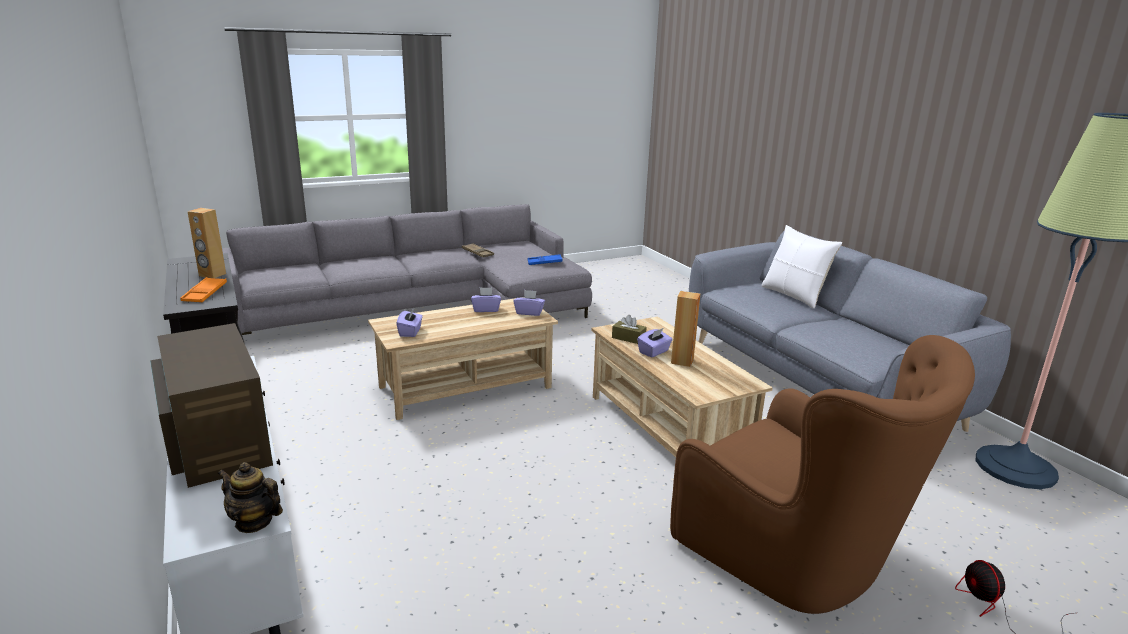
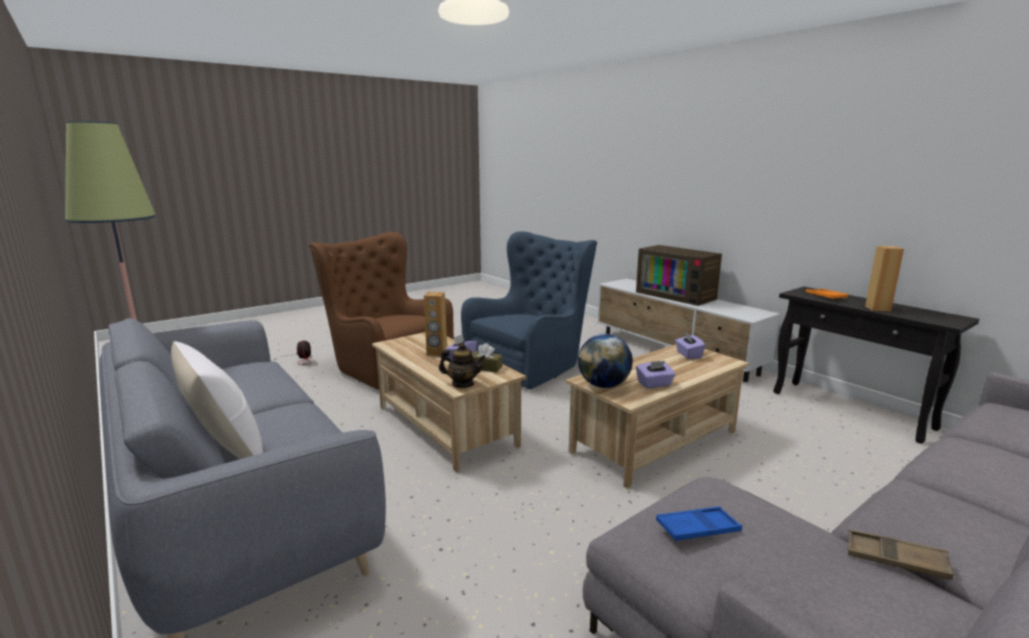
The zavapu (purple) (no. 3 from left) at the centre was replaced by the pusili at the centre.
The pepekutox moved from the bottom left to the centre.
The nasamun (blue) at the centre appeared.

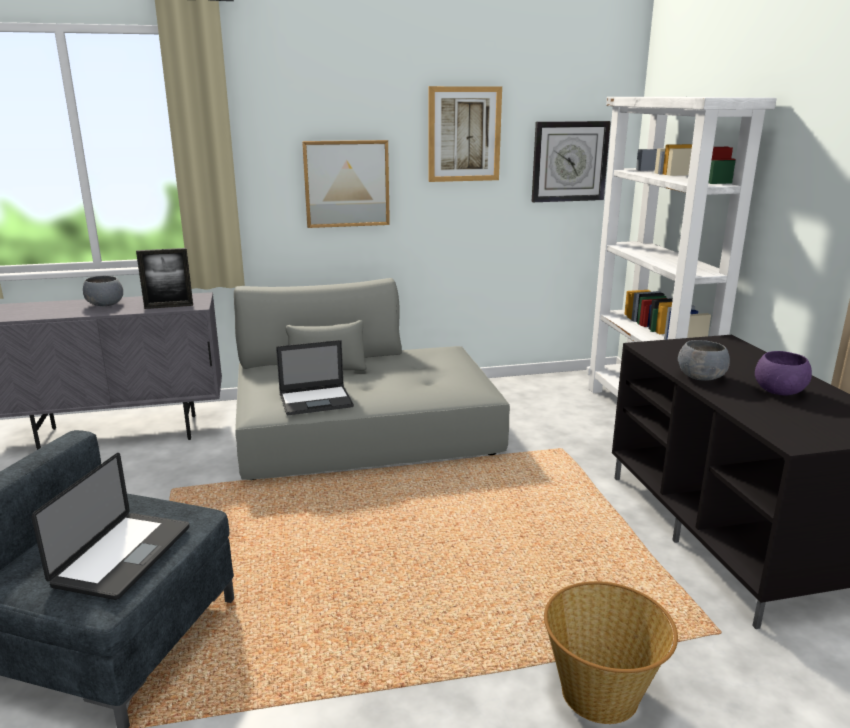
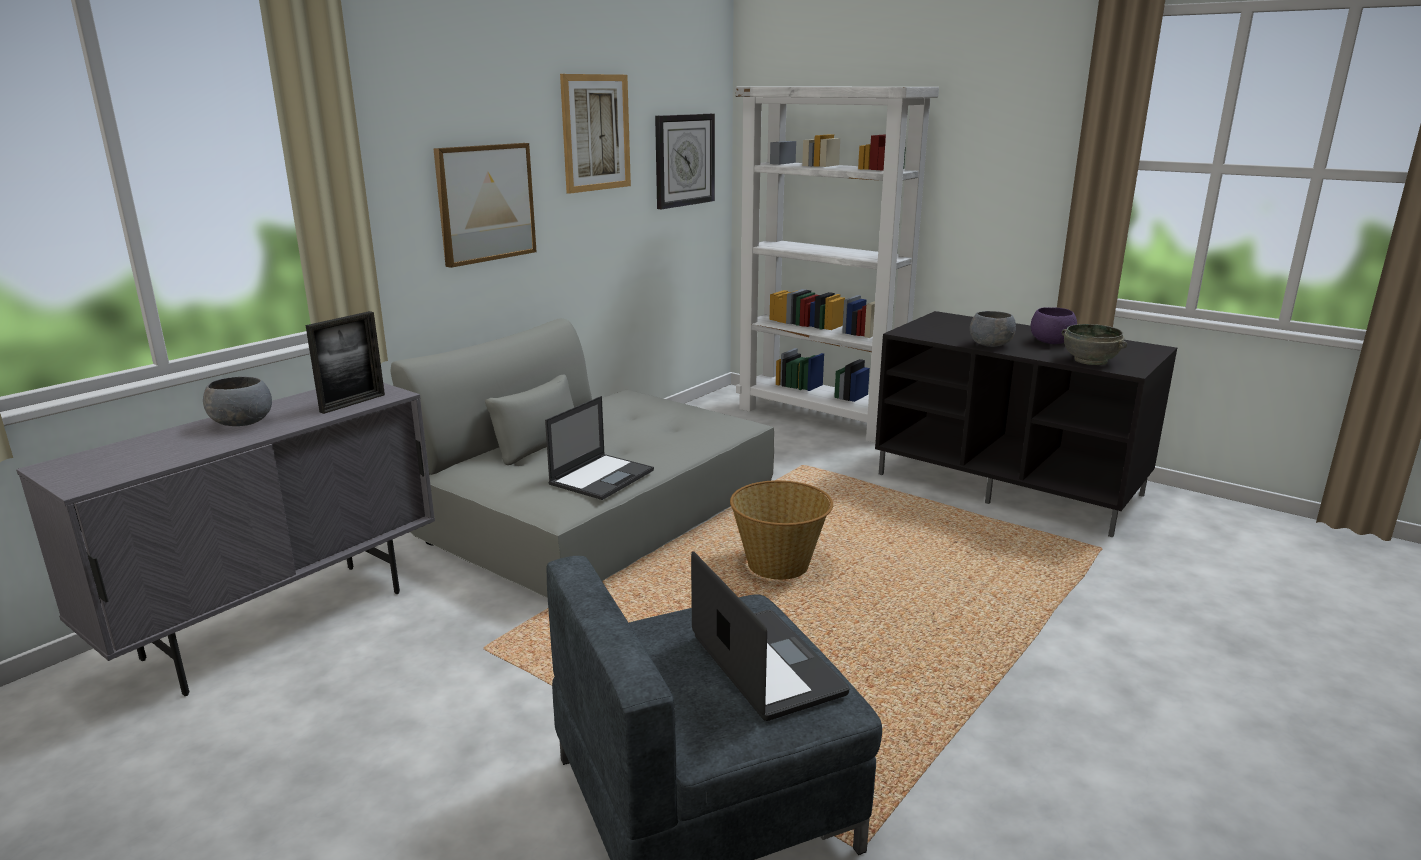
The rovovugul moved from the bottom right to the centre.
The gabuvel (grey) (no. 3 from left) at the middle right appeared.

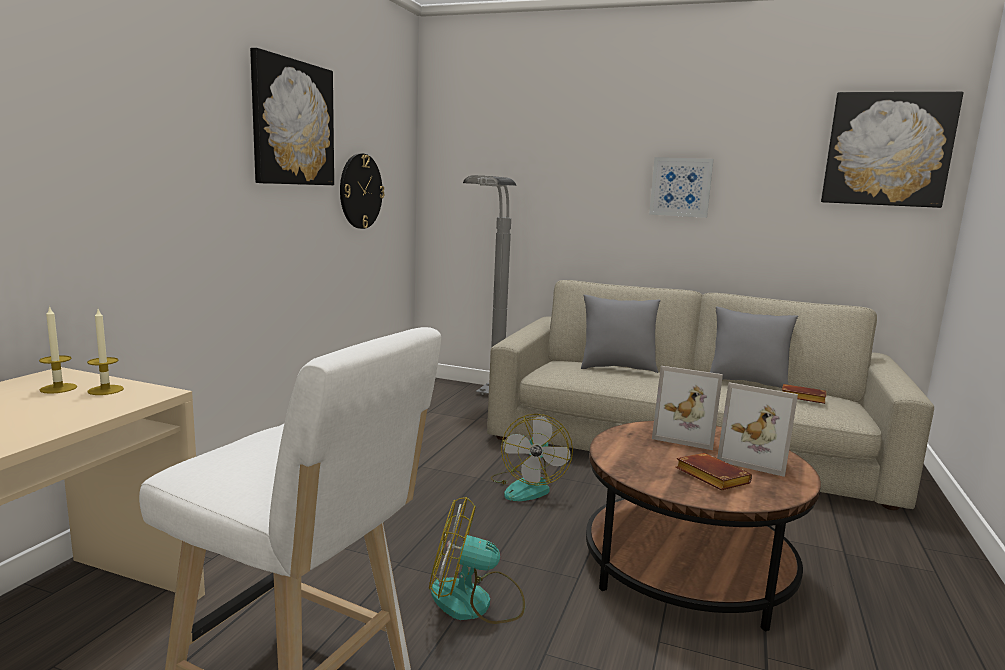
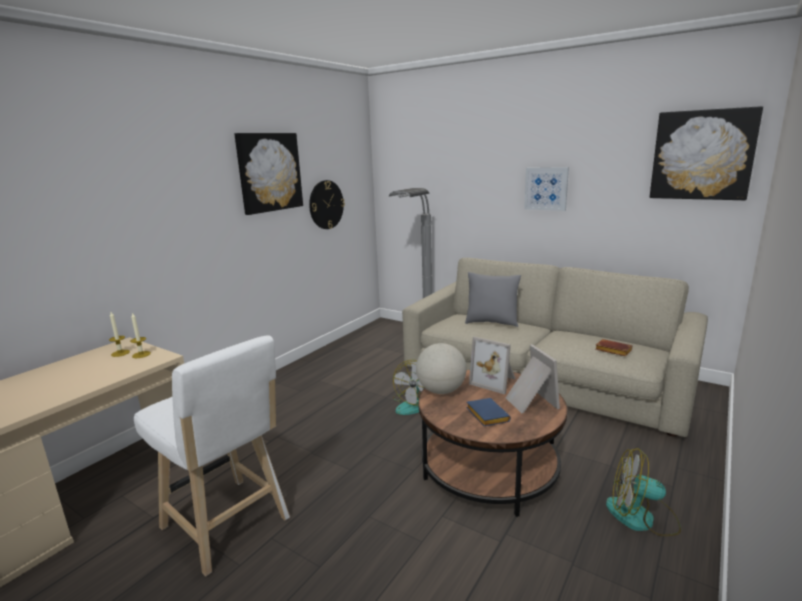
The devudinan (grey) (no. 2 from left) at the middle right disappeared.
The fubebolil (no. 2 from left) at the middle right turned 150 degrees counterclockwise.
The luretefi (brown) (no. 1 from left) at the bottom right became the luretefi (blue) at the bottom centre.
The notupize (no. 1 from left in the first image) moved from the bottom centre to the bottom right.
The pusili at the centre appeared.

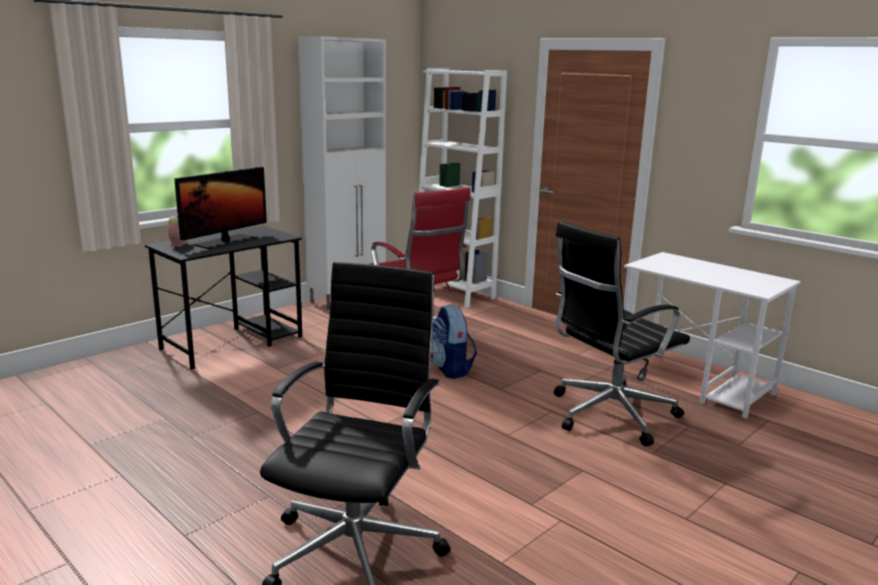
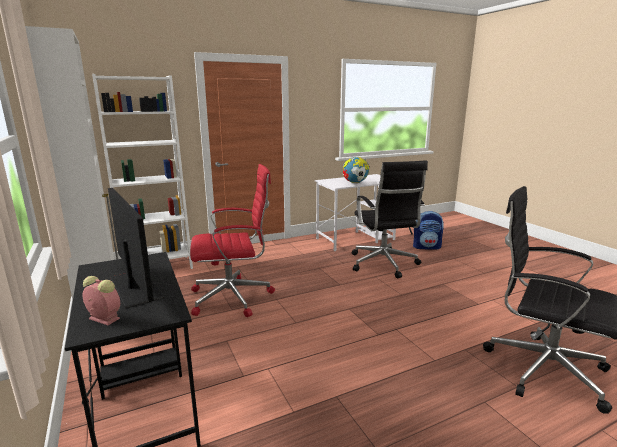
The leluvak moved from the centre to the middle right.
The pusili at the centre appeared.

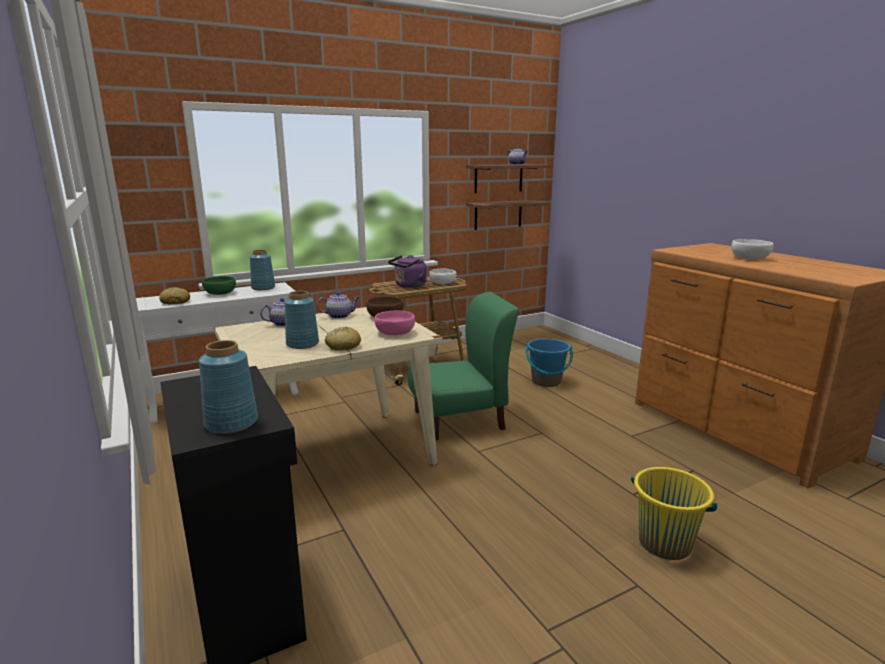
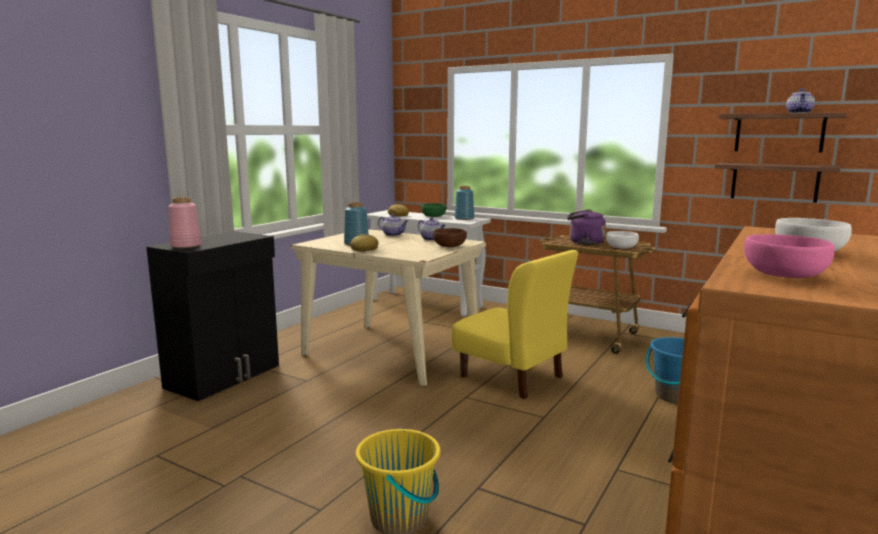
The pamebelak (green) at the centre became the pamebelak (yellow) at the centre.
The gabuvel (pink) moved from the centre to the middle right.
The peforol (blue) (no. 1 from left) at the middle left became the peforol (pink) at the middle left.

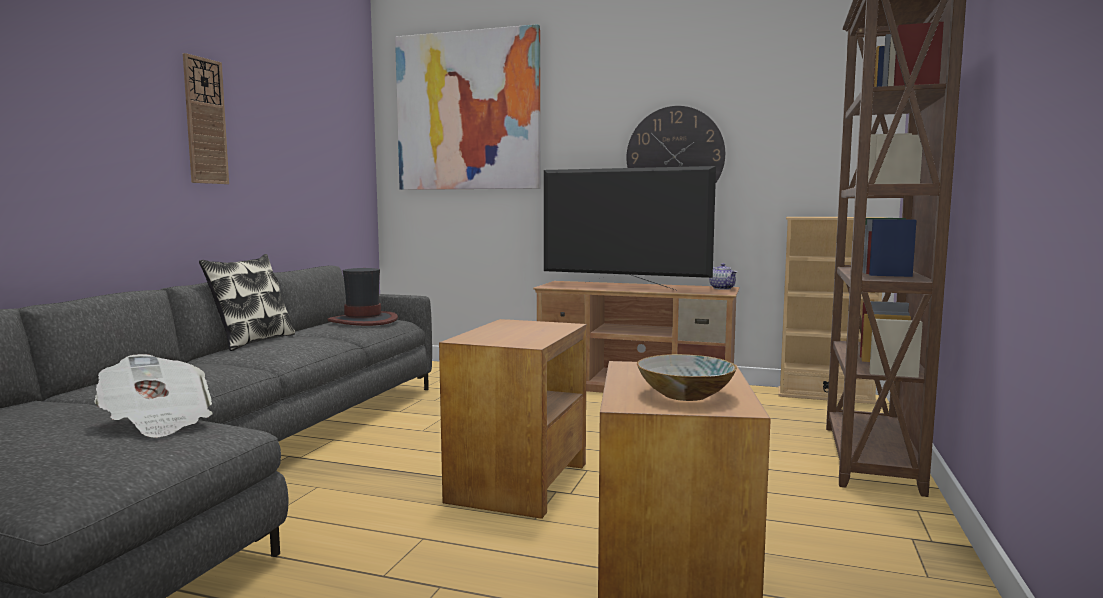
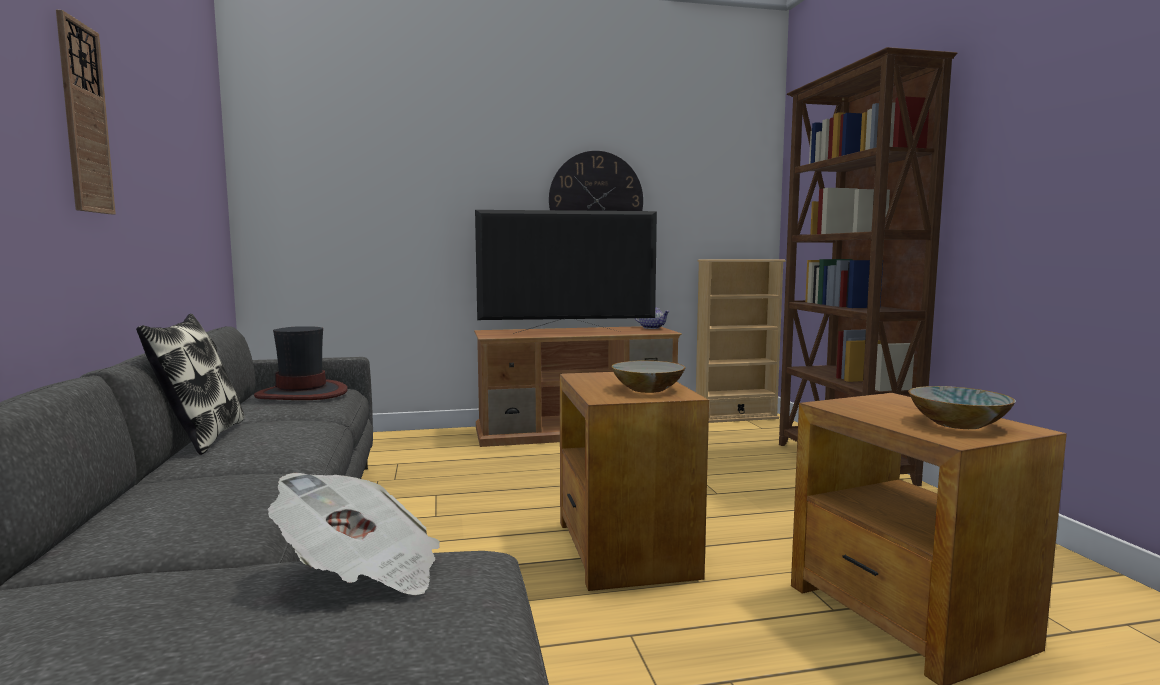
The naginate at the top centre disappeared.
The gabuvel (no. 1 from left) at the centre appeared.

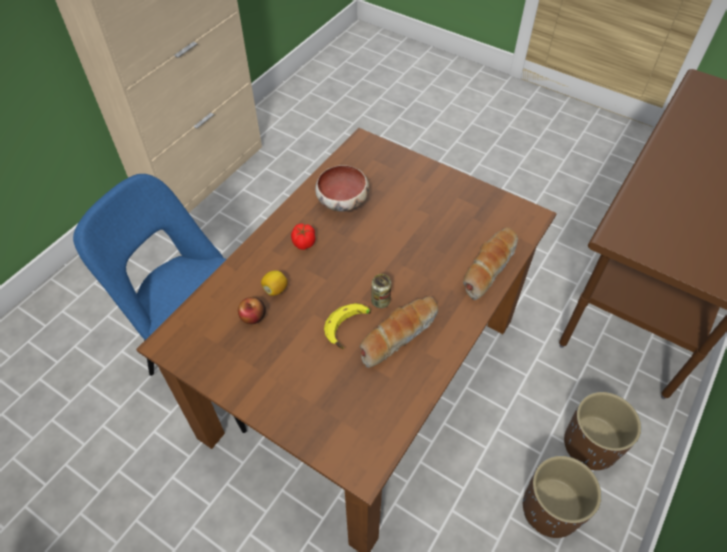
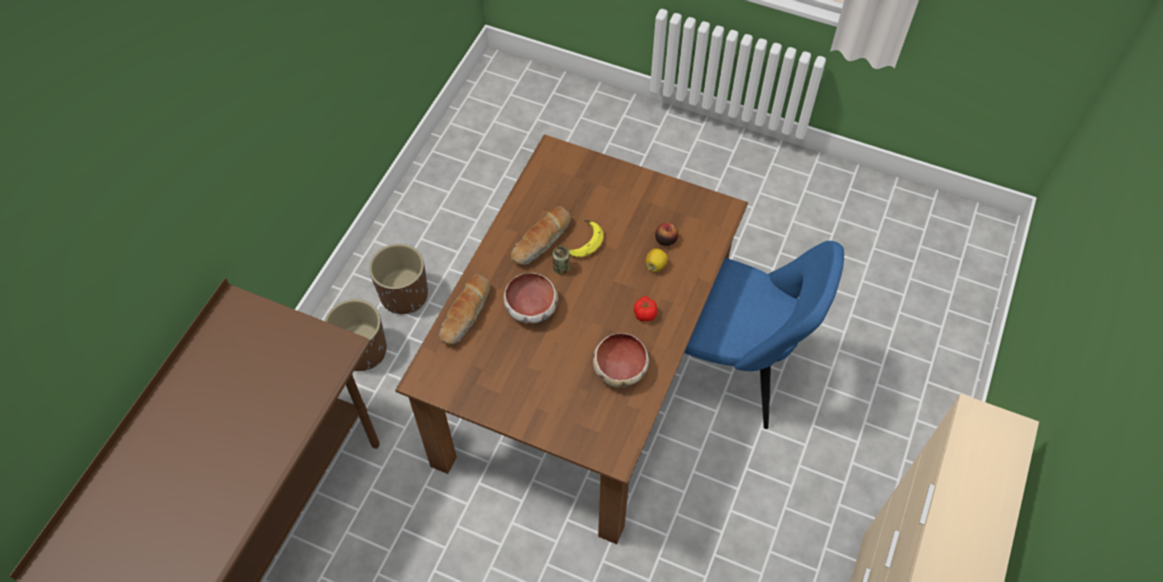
The gabuvel (no. 1 from left) at the centre appeared.

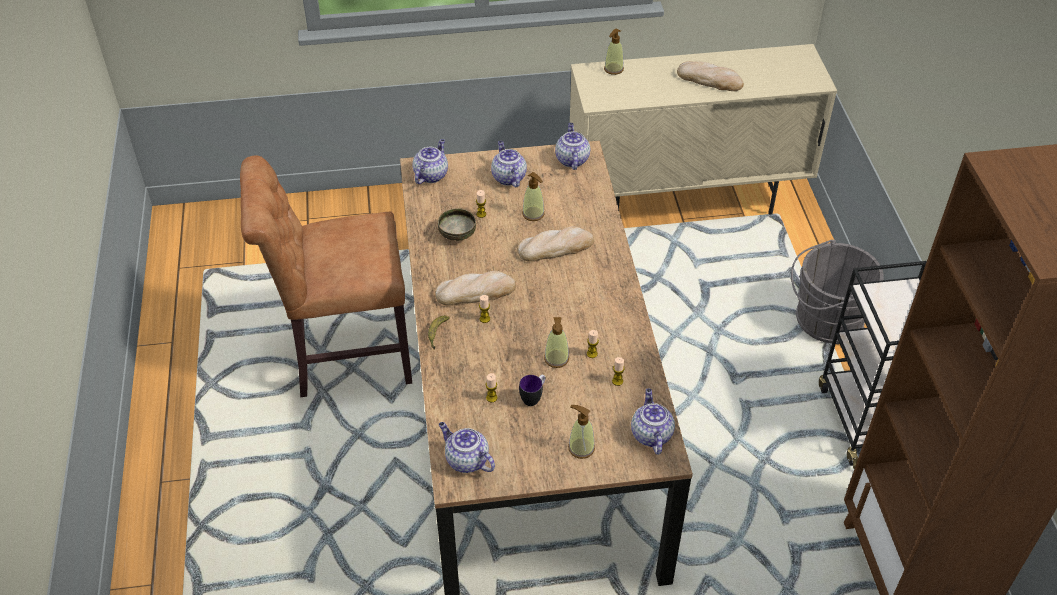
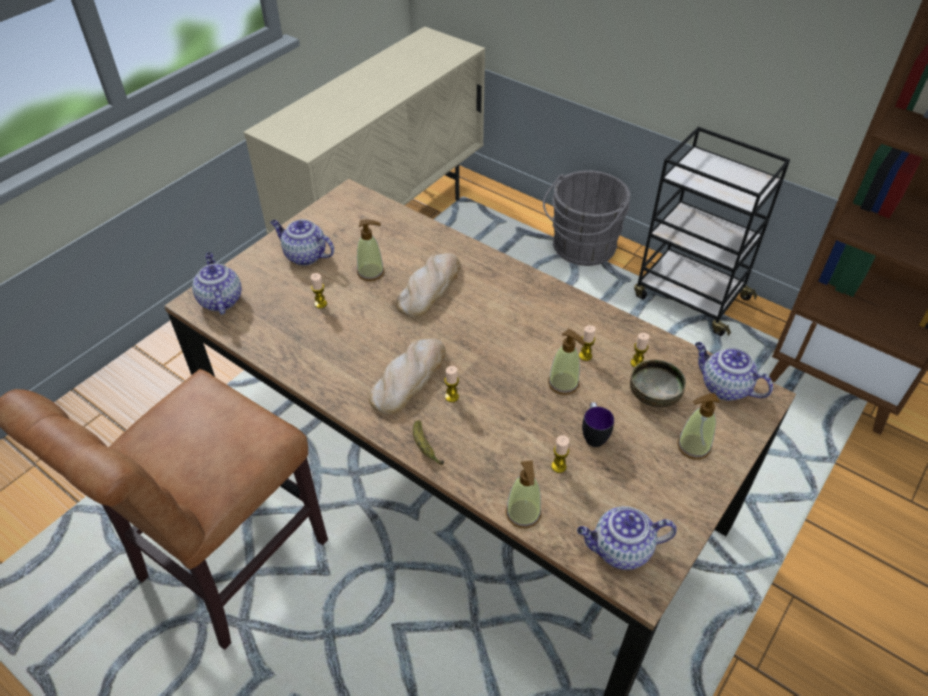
The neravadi (no. 4 from left in the first image) moved from the top centre to the bottom centre.
The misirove (no. 3 from left) at the top right disappeared.
The pepekutox (no. 4 from left) at the top centre disappeared.
The gabuvel moved from the centre to the middle right.

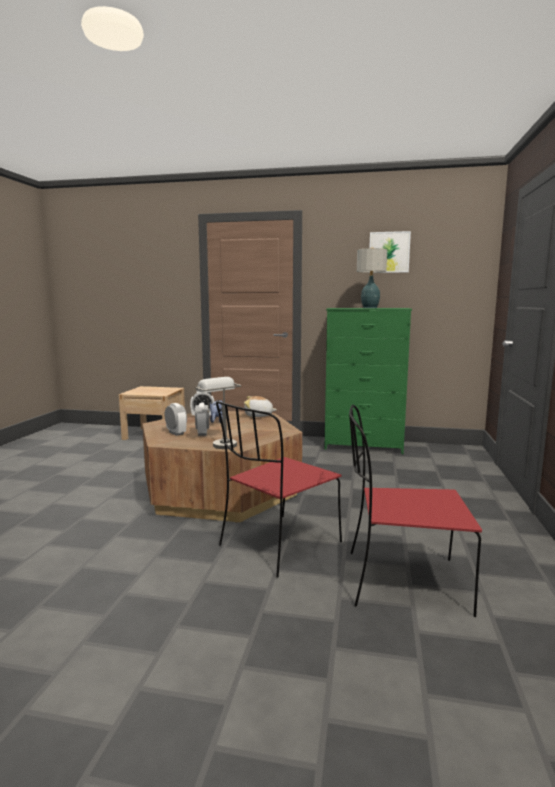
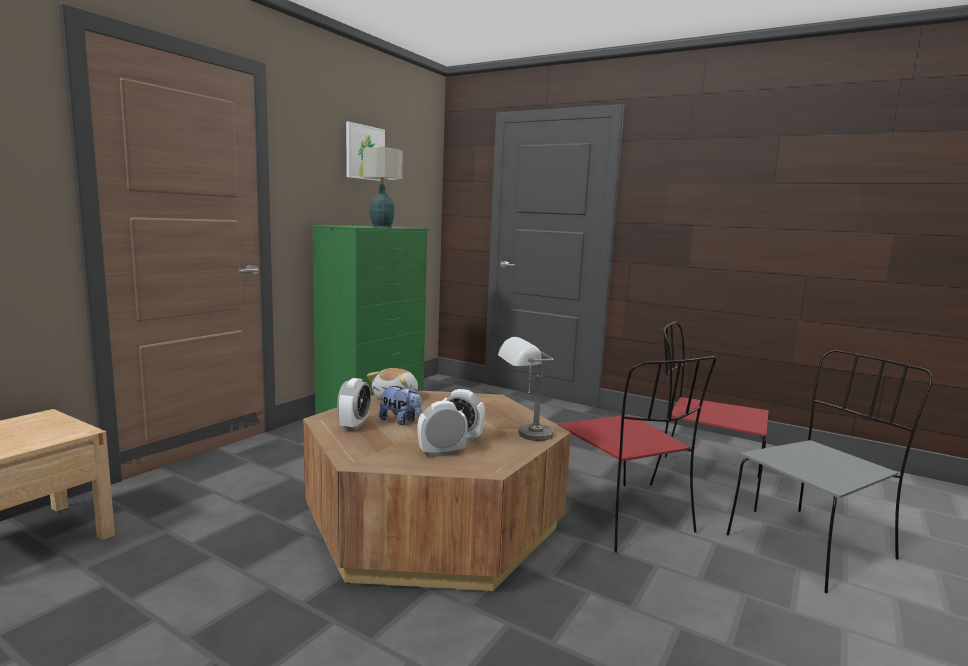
The pamebelak (red) (no. 2 from left) at the middle right turned 90 degrees clockwise.
The pamebelak (grey) at the bottom right appeared.

